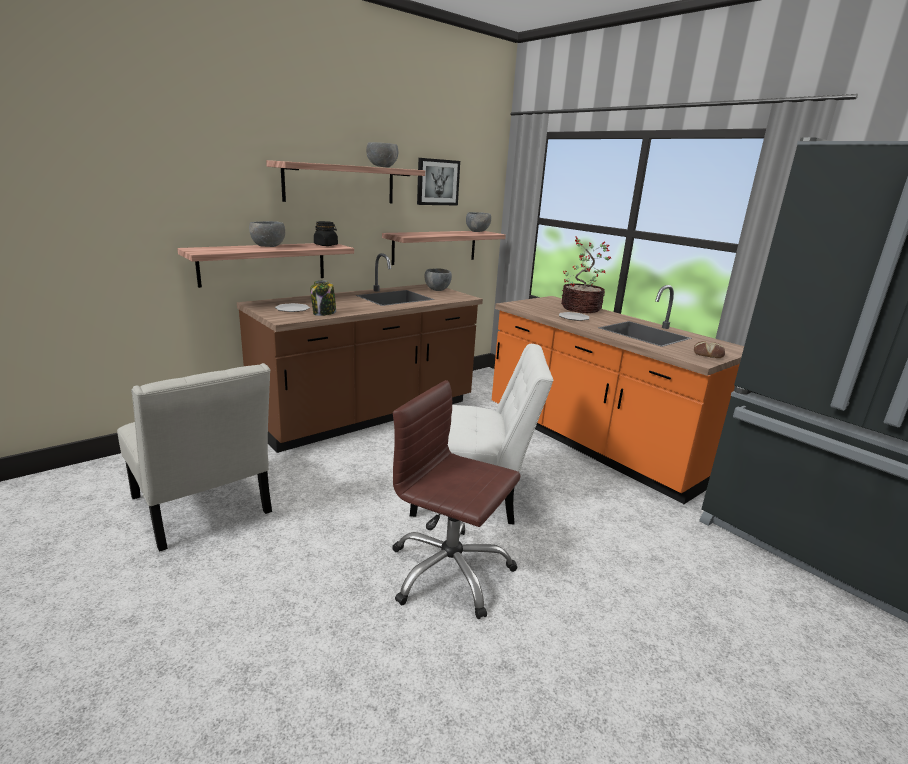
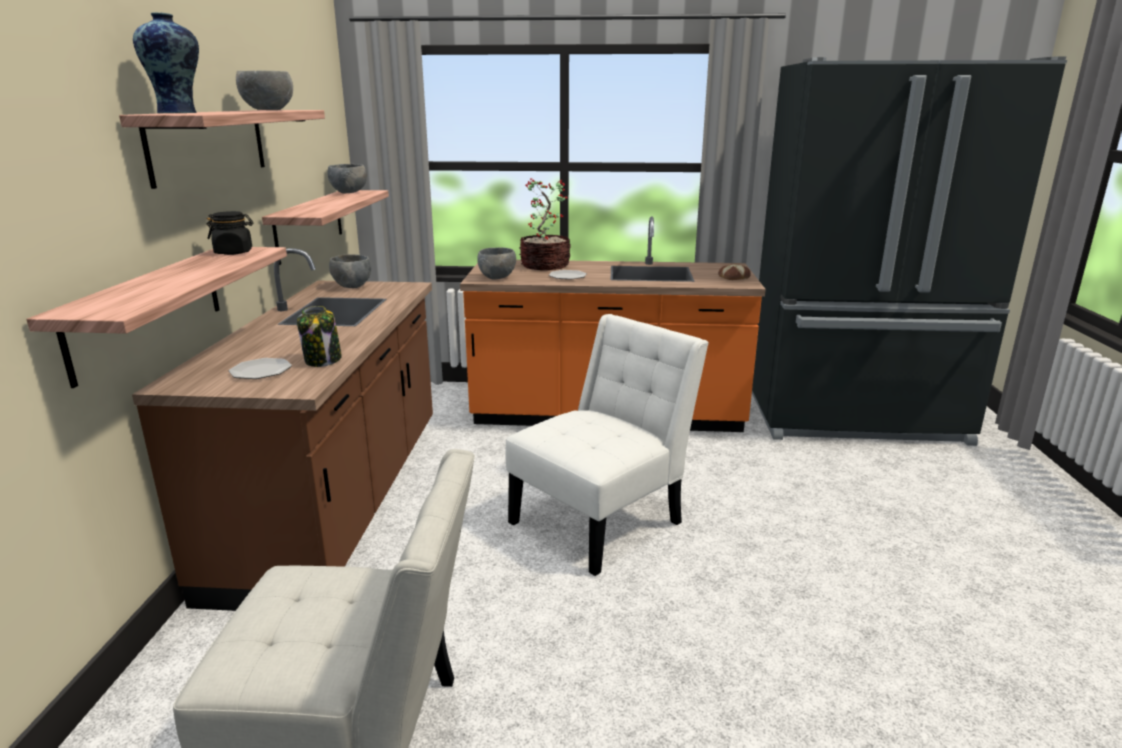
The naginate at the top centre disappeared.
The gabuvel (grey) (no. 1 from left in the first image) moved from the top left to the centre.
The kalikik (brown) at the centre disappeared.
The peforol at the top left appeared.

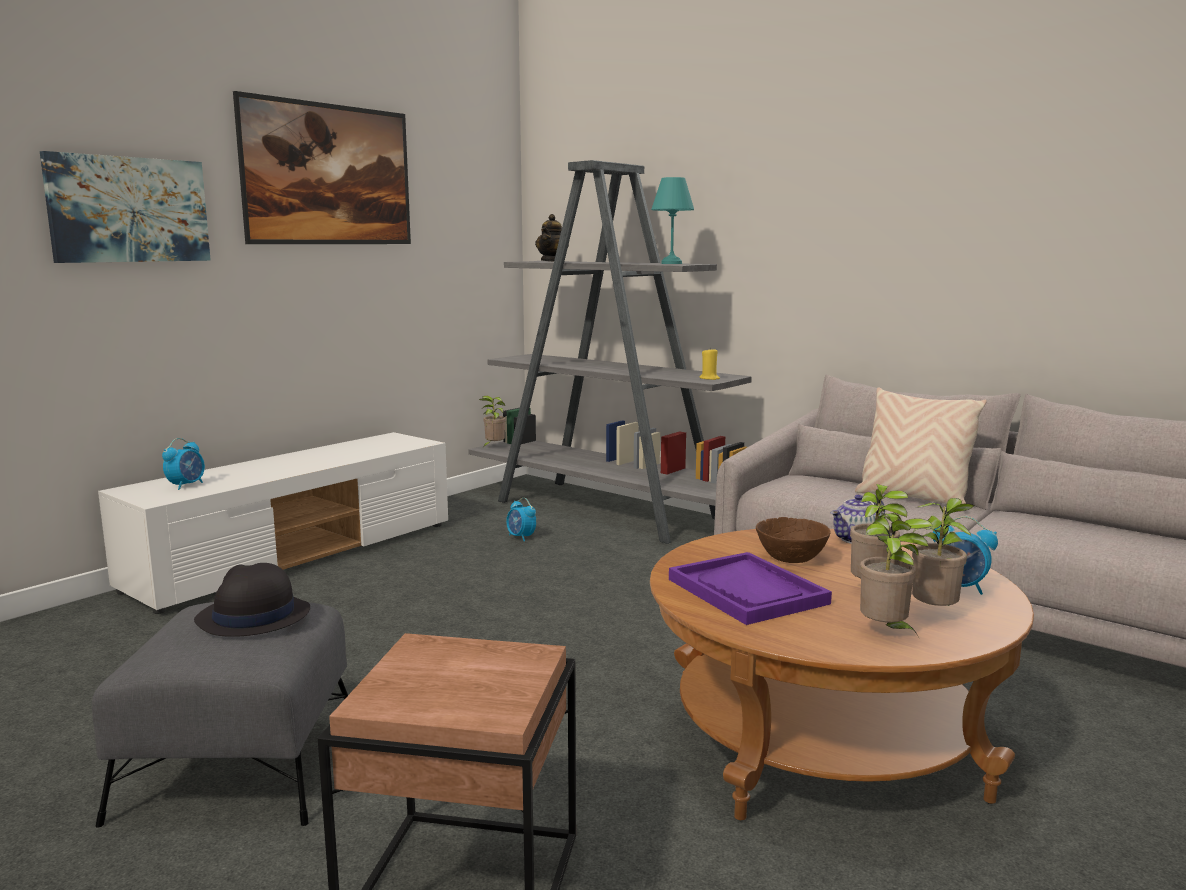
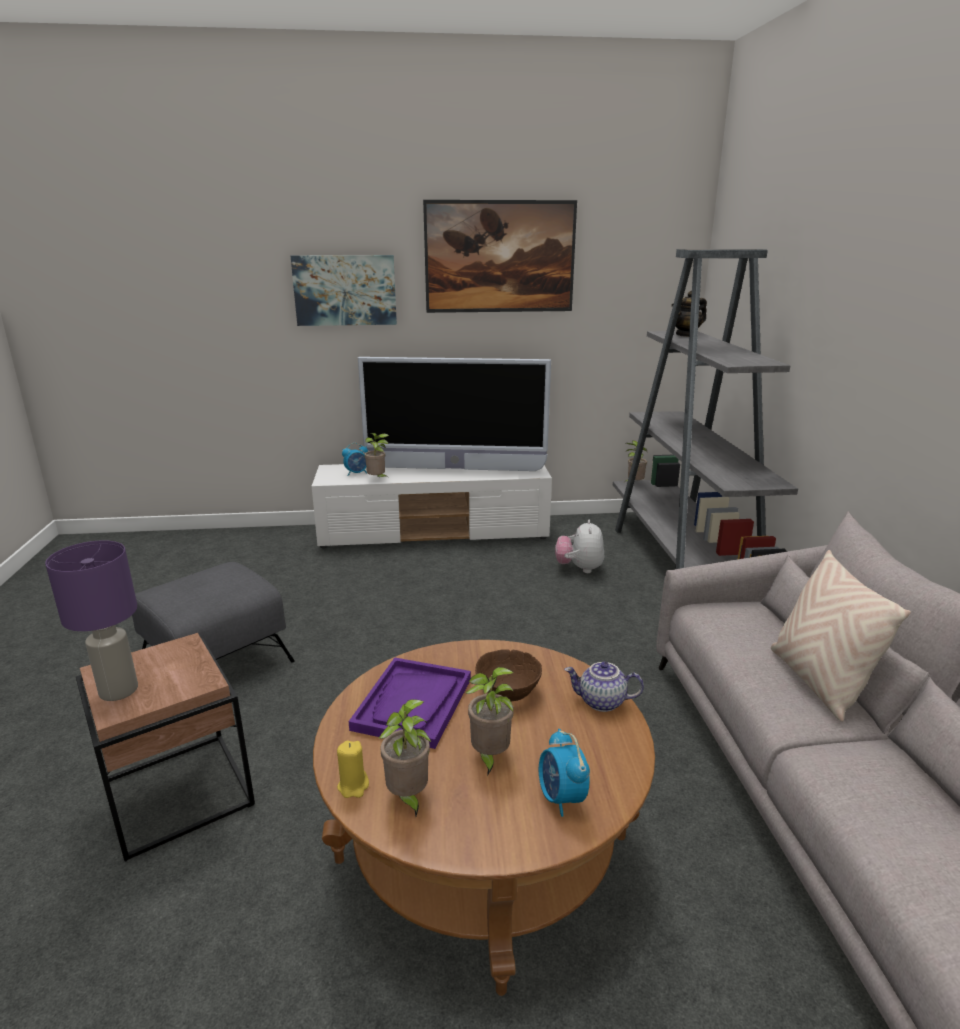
The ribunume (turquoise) at the top centre disappeared.
The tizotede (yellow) moved from the centre to the bottom centre.
The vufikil (no. 2 from left) at the centre was replaced by the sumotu at the centre.
The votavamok (no. 4 from left in the first image) moved from the middle right to the centre.
The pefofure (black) at the bottom left disappeared.
The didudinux at the centre appeared.
The ribunume (purple) at the middle left appeared.

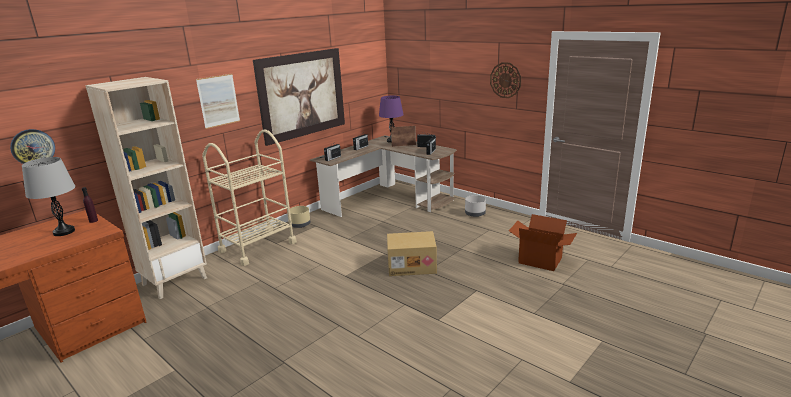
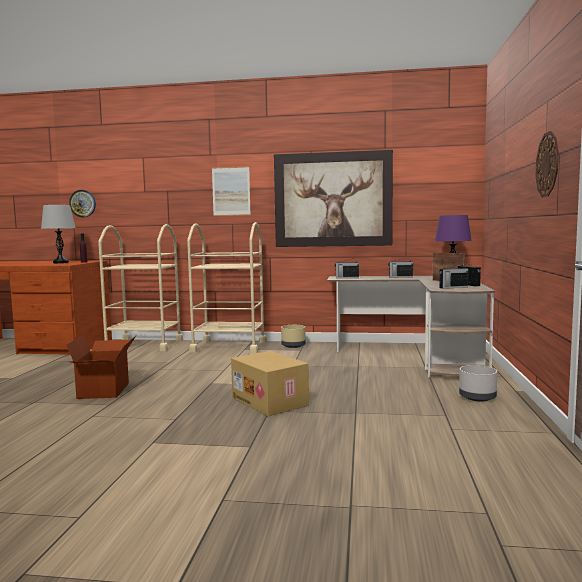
The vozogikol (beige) at the middle left was replaced by the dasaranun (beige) (no. 1 from left) at the middle left.
The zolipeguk (no. 2 from left in the first image) moved from the middle right to the middle left.

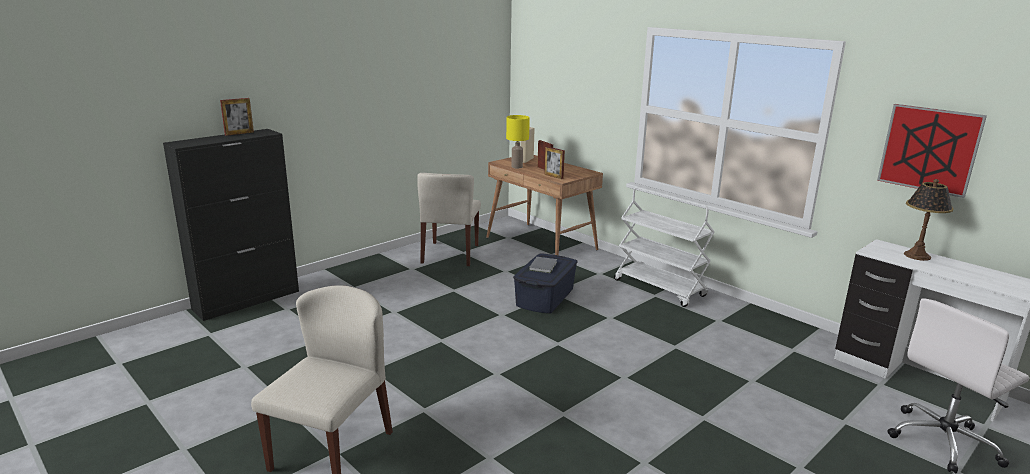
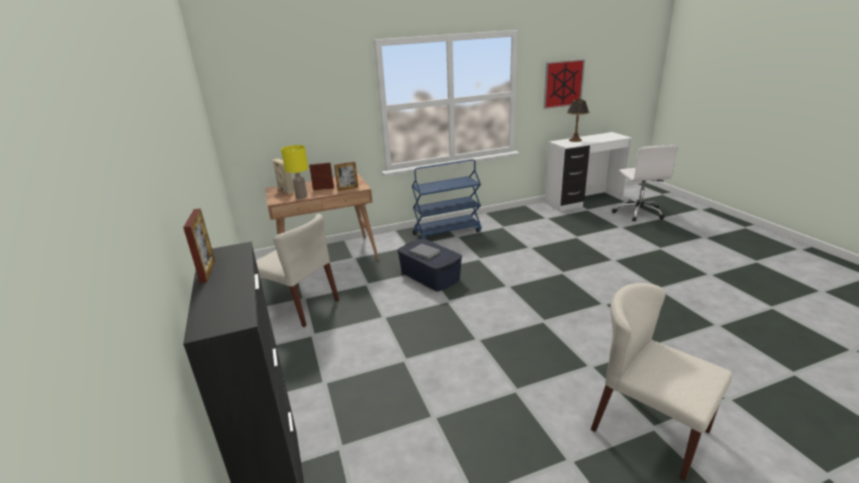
The dasaranun (white) at the centre became the dasaranun (blue) at the centre.

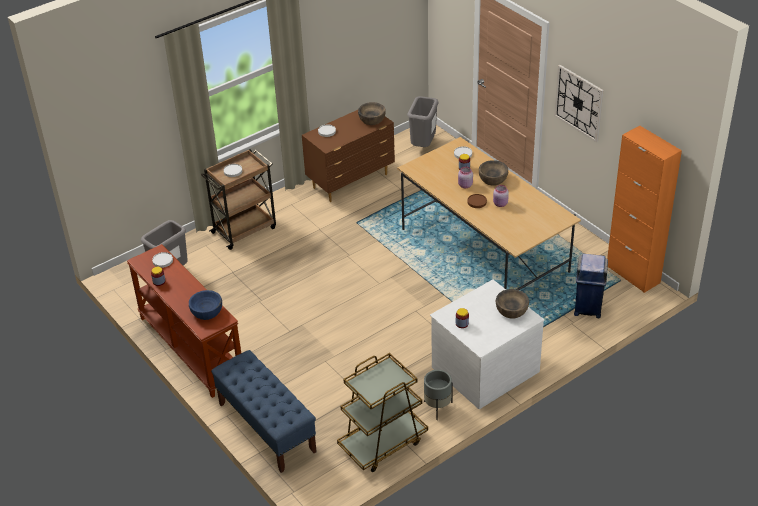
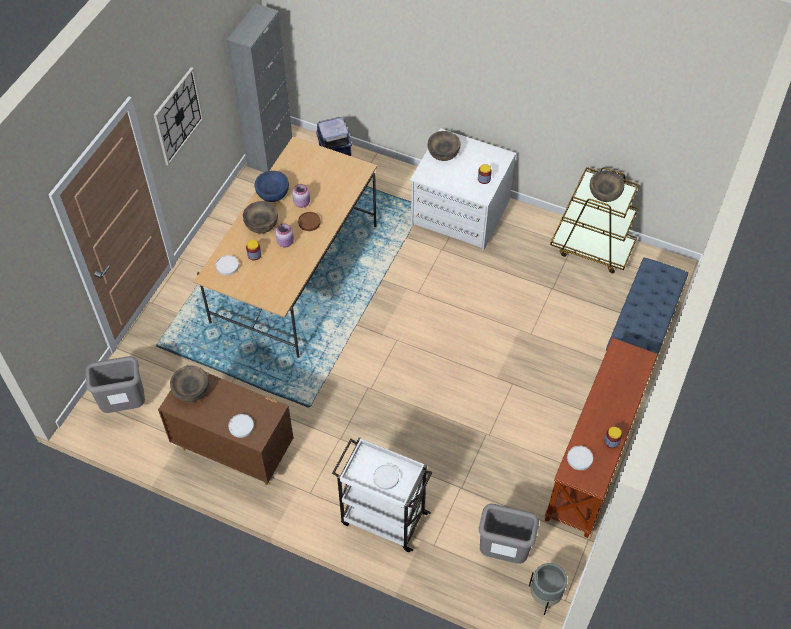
The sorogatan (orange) at the middle right became the sorogatan (grey) at the top left.
The dasaranun (brown) (no. 1 from left) at the middle left became the dasaranun (white) at the bottom centre.
The gabuvel (blue) moved from the middle left to the top centre.
The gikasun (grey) moved from the bottom centre to the bottom right.
The gabuvel (brown) (no. 4 from left) at the top right appeared.

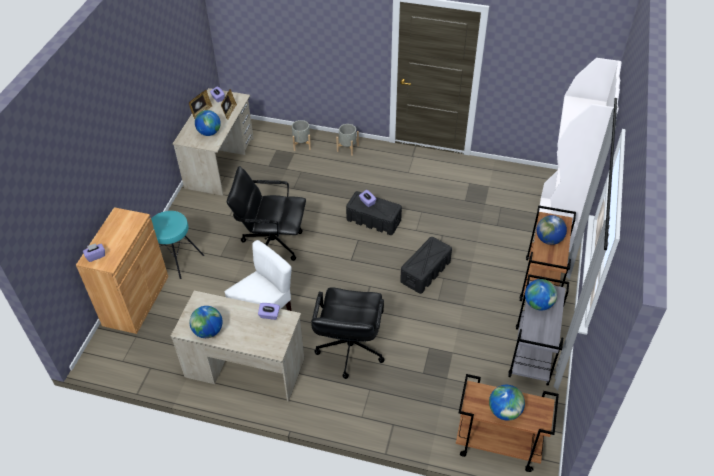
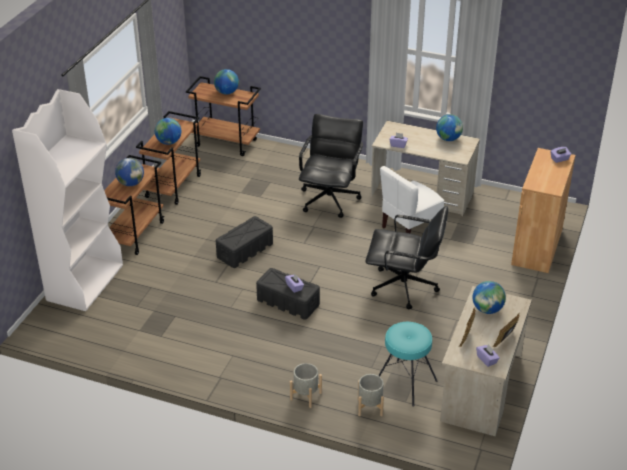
The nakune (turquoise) moved from the middle left to the bottom centre.
The dasaranun (grey) at the bottom right became the dasaranun (brown) (no. 2 from left) at the middle left.

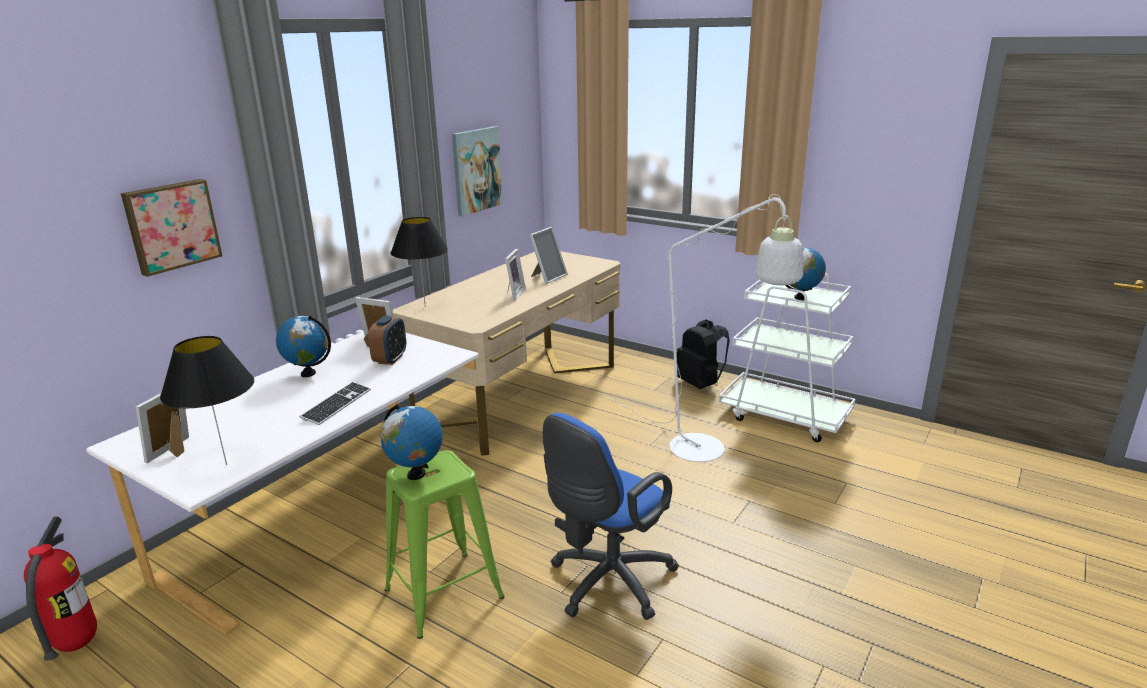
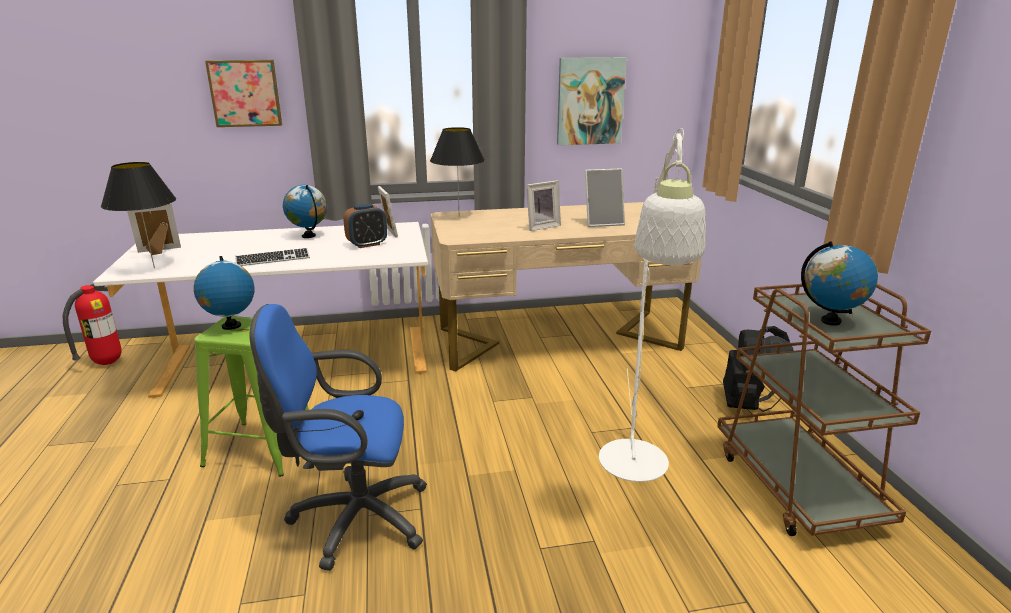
The dasaranun (white) at the middle right became the dasaranun (brown) at the bottom right.

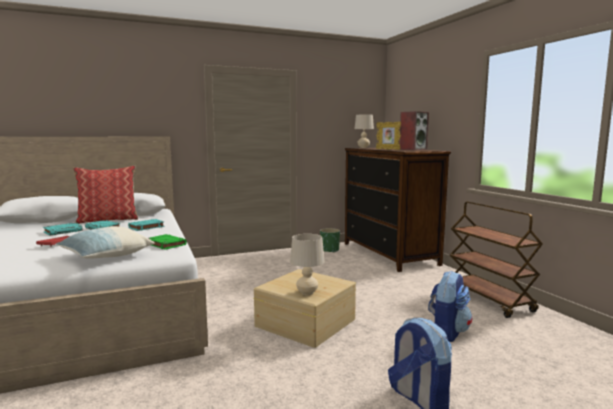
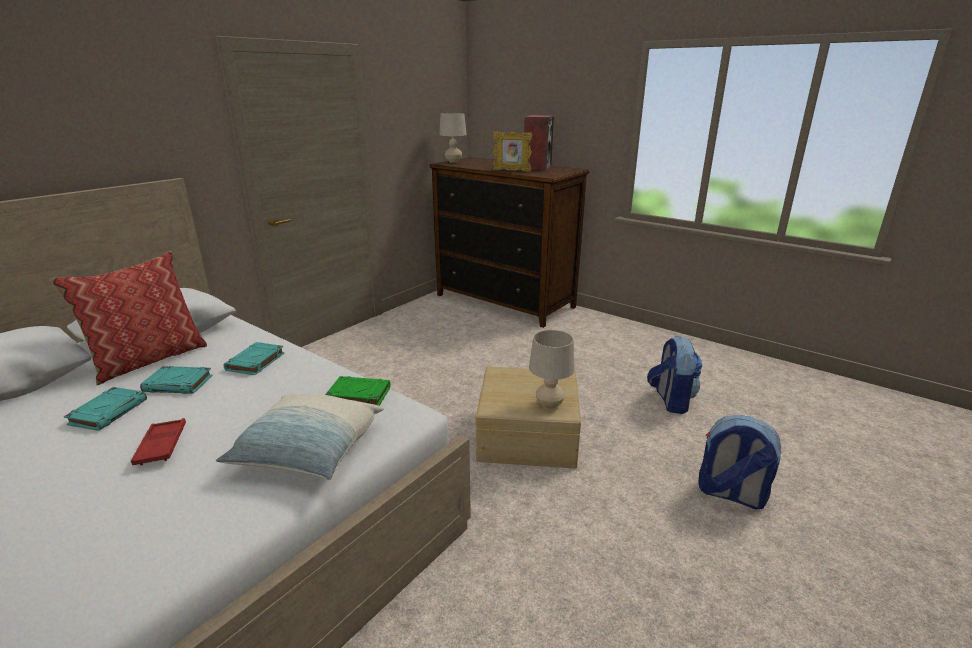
The dasaranun (brown) at the middle right disappeared.
The gikasun (green) at the centre disappeared.

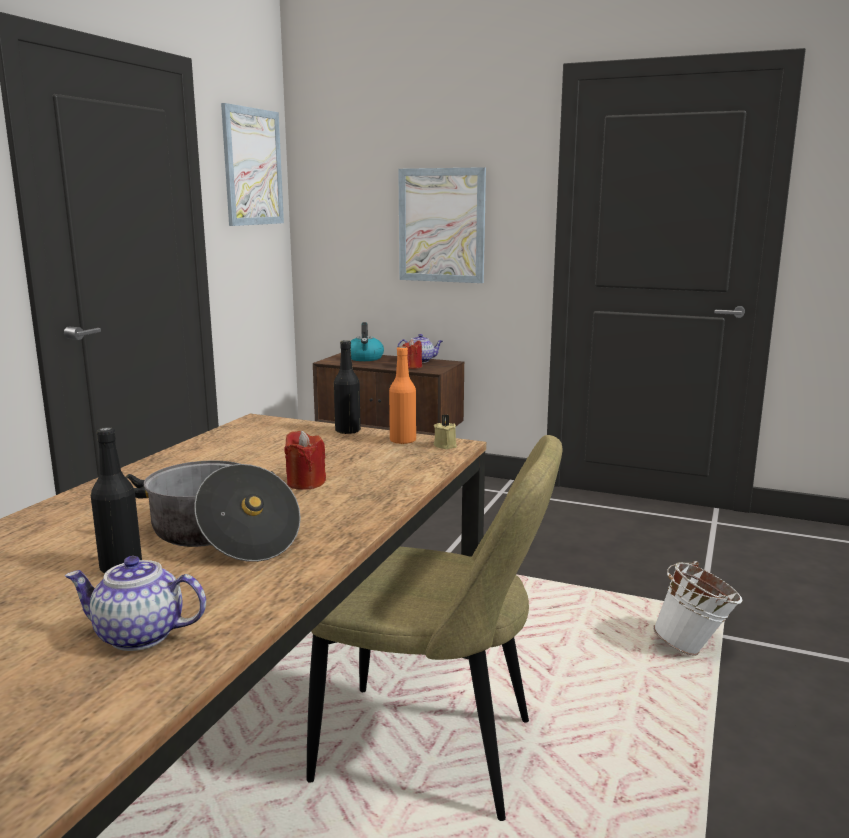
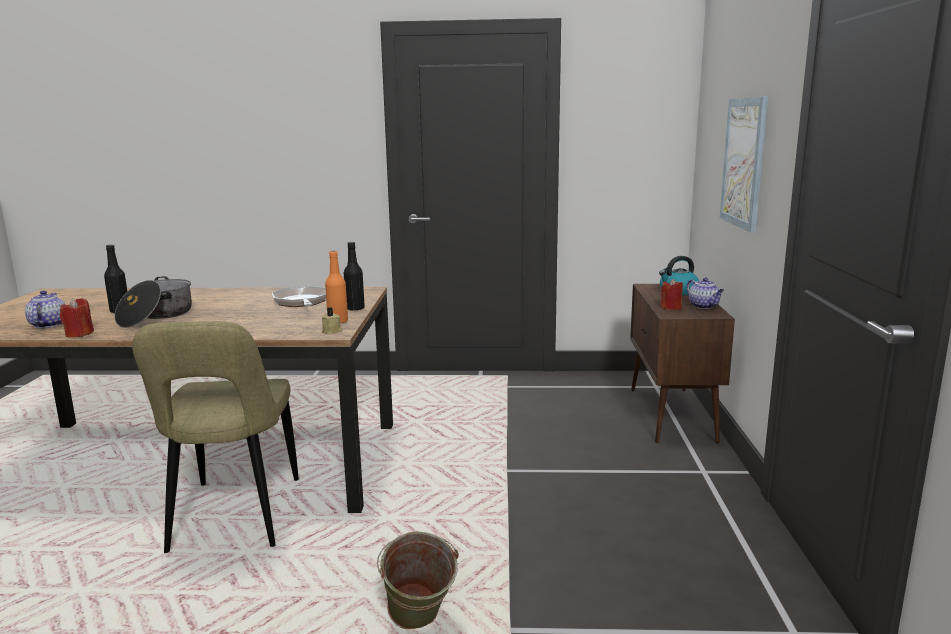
The naginate (no. 1 from left) at the top left disappeared.
The tizotede (red) (no. 1 from left) moved from the centre to the middle left.
The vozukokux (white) at the bottom right became the vozukokux (green) at the bottom centre.
The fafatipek at the middle left appeared.

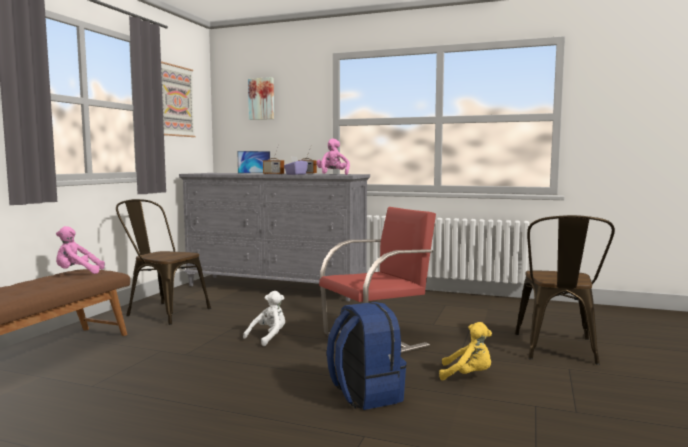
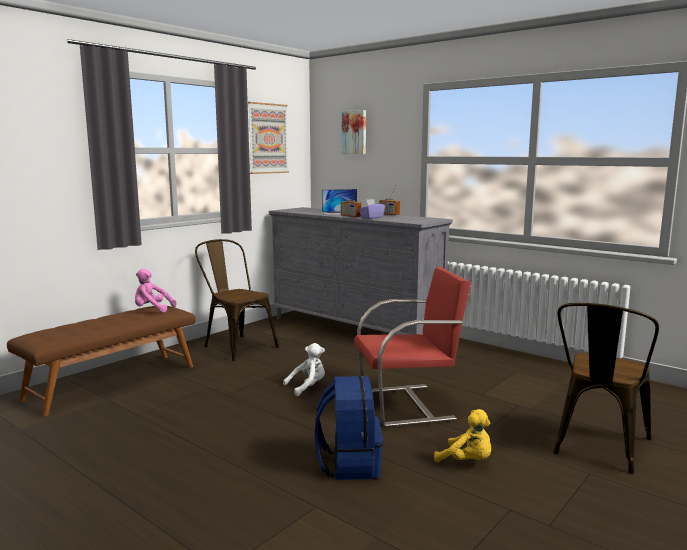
The sumotu (pink) (no. 2 from left) at the centre disappeared.

